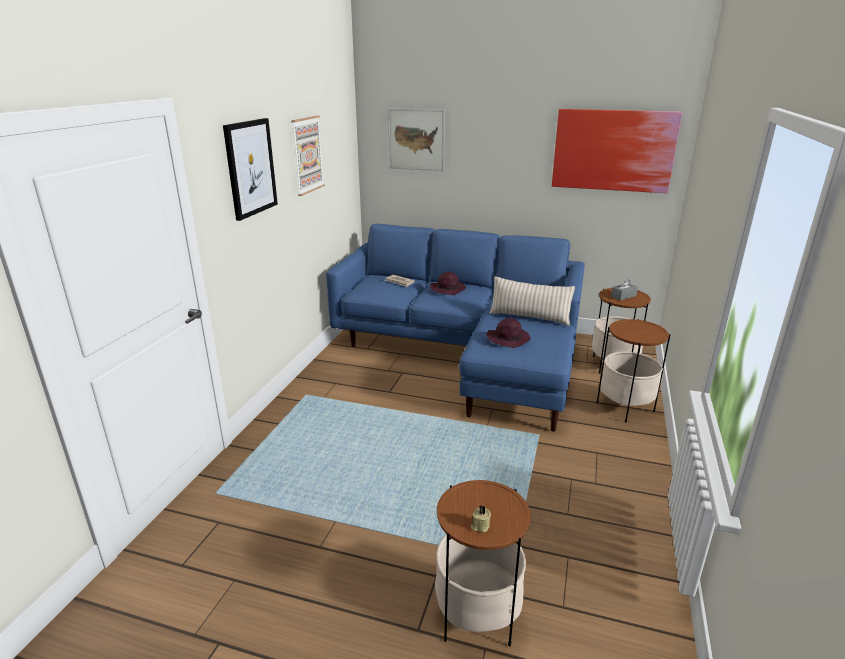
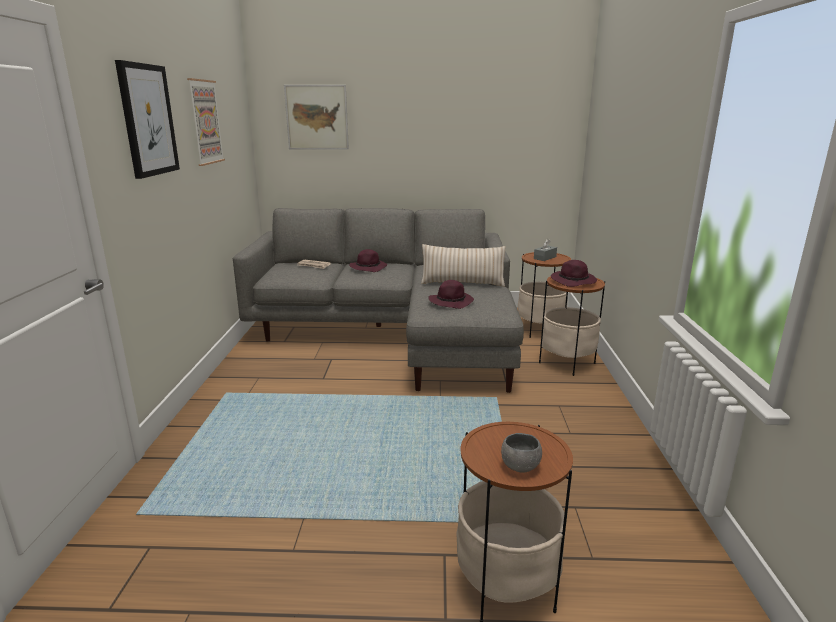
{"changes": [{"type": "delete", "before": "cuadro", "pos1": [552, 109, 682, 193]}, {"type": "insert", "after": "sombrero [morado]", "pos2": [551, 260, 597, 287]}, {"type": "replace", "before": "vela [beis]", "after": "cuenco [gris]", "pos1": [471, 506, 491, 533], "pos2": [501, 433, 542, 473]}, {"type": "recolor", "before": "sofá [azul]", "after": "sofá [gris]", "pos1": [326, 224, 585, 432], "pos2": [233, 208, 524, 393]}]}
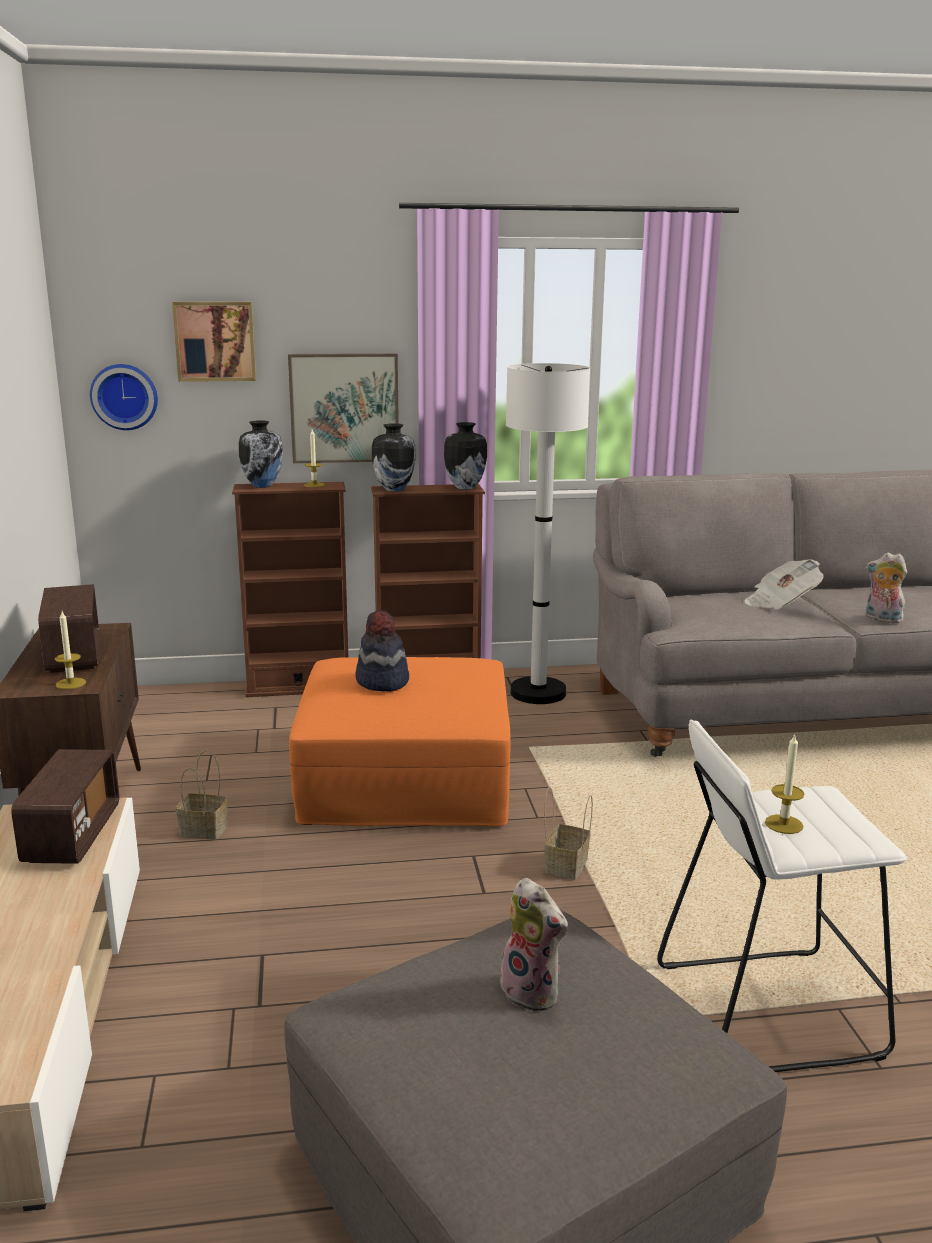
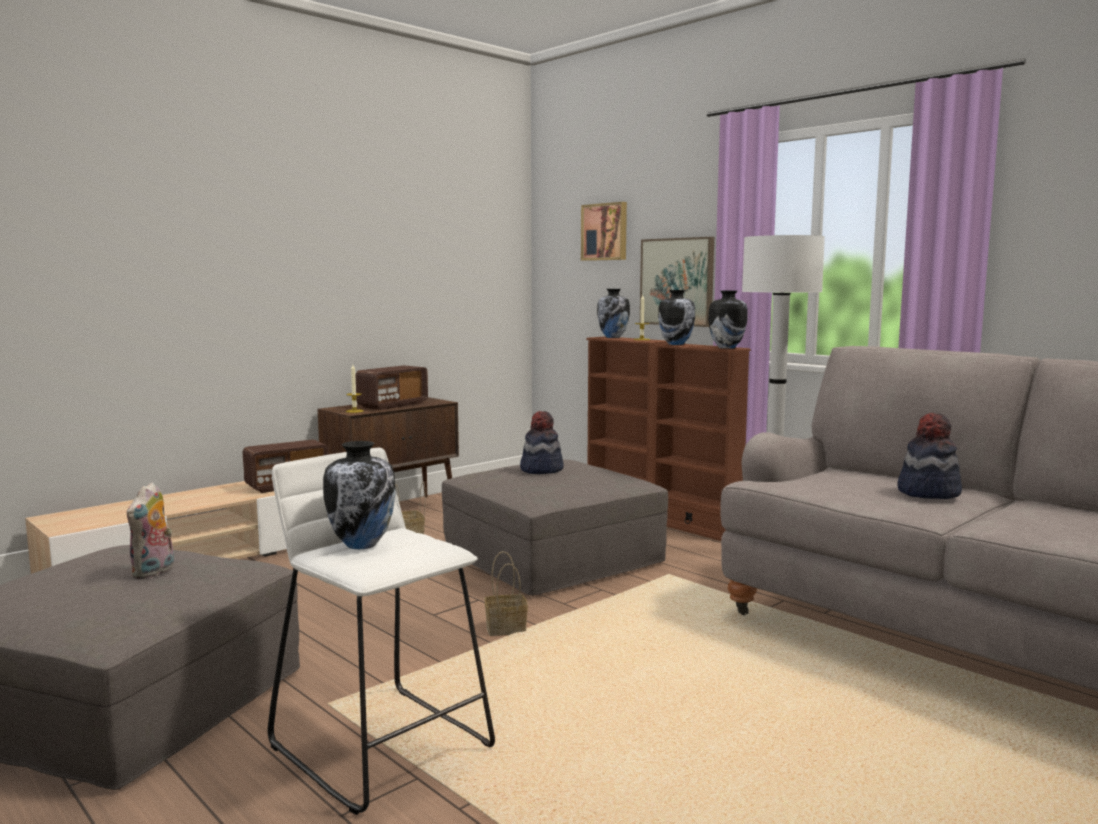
{"changes": [{"type": "delete", "before": "reloj de pared", "pos1": [90, 364, 158, 430]}, {"type": "delete", "before": "peluche", "pos1": [866, 552, 907, 624]}, {"type": "replace", "before": "periódico", "after": "sombrero", "pos1": [745, 559, 824, 609], "pos2": [897, 413, 962, 499]}, {"type": "replace", "before": "vela", "after": "florero", "pos1": [765, 734, 804, 834], "pos2": [323, 441, 396, 549]}, {"type": "recolor", "before": "puf [naranja]", "after": "puf [gris]", "pos1": [289, 657, 511, 826], "pos2": [442, 460, 668, 596]}]}
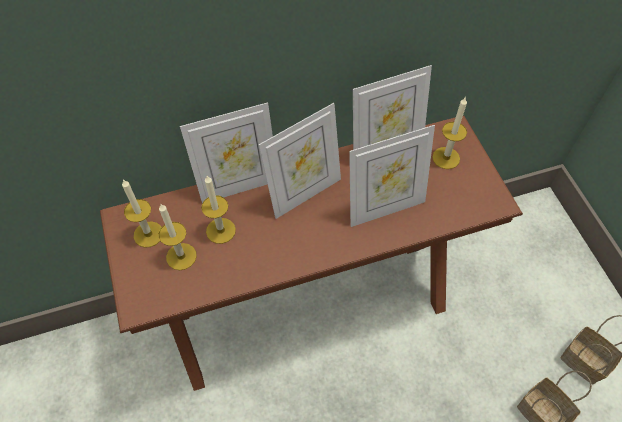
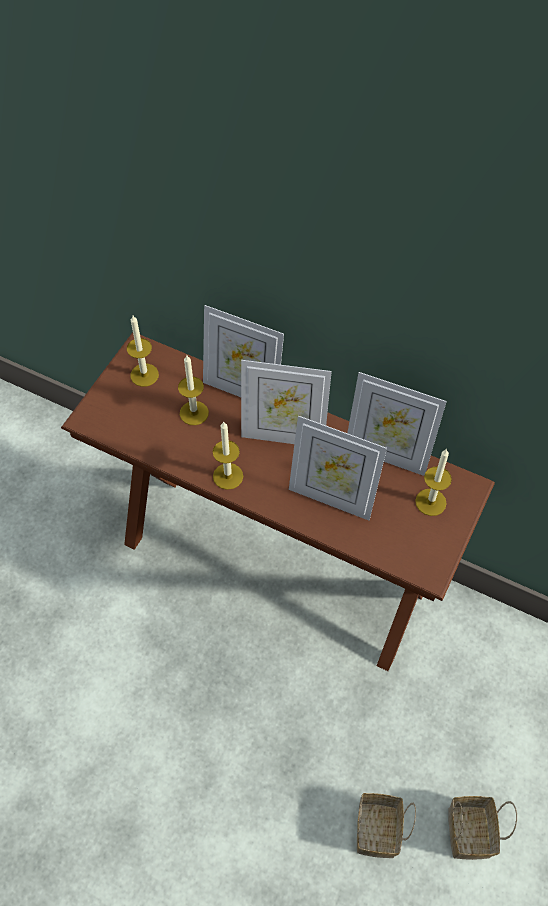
{"changes": [{"type": "move", "before": "vela", "pos1": [159, 203, 197, 270], "pos2": [213, 421, 243, 490]}]}
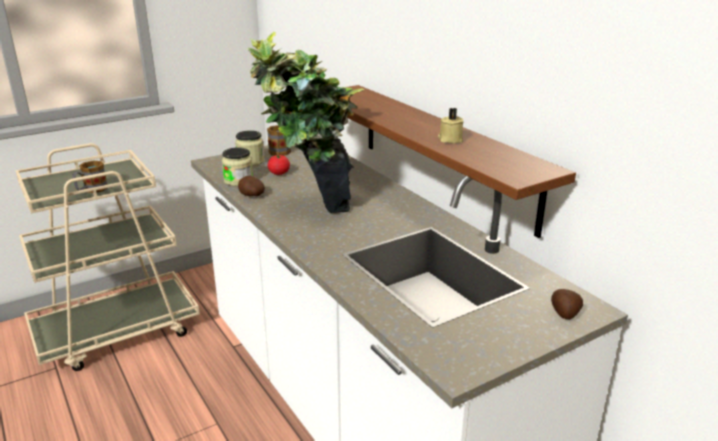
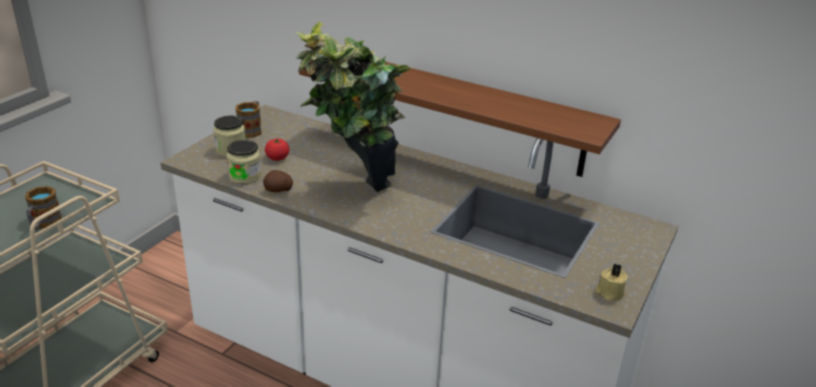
{"changes": [{"type": "delete", "before": "patata", "pos1": [551, 289, 583, 320]}, {"type": "move", "before": "vela [beis]", "pos1": [438, 108, 464, 143], "pos2": [595, 264, 628, 301]}]}
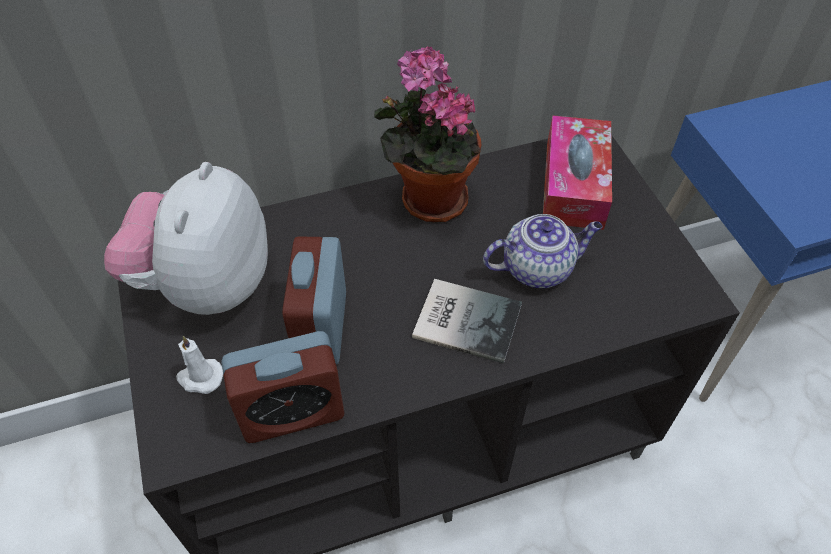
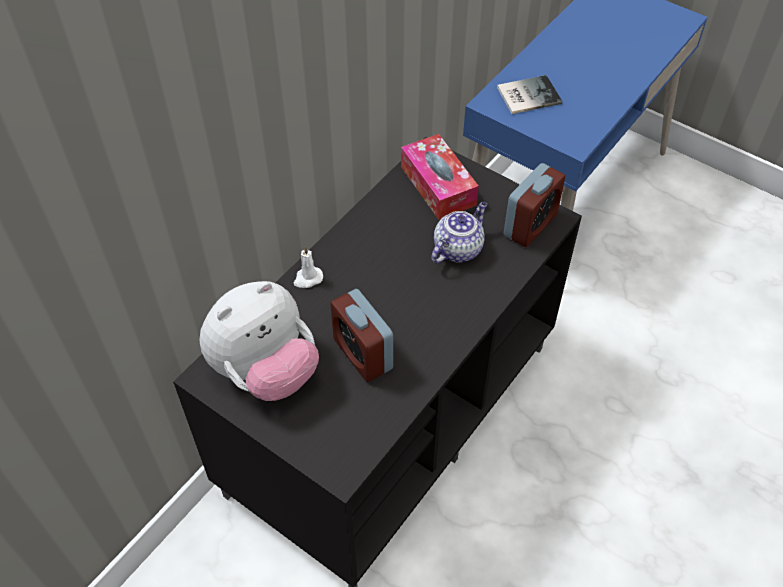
{"changes": [{"type": "delete", "before": "planta en maceta", "pos1": [374, 46, 481, 222]}, {"type": "move", "before": "vela [blanco]", "pos1": [176, 336, 223, 394], "pos2": [294, 246, 323, 288]}, {"type": "move", "before": "despertador", "pos1": [221, 331, 344, 443], "pos2": [503, 163, 565, 247]}, {"type": "move", "before": "libro", "pos1": [412, 279, 522, 364], "pos2": [497, 75, 562, 114]}, {"type": "rotate", "before": "peluche", "pos1": [104, 162, 268, 315], "pos2": [199, 281, 319, 401], "turn": -105}]}
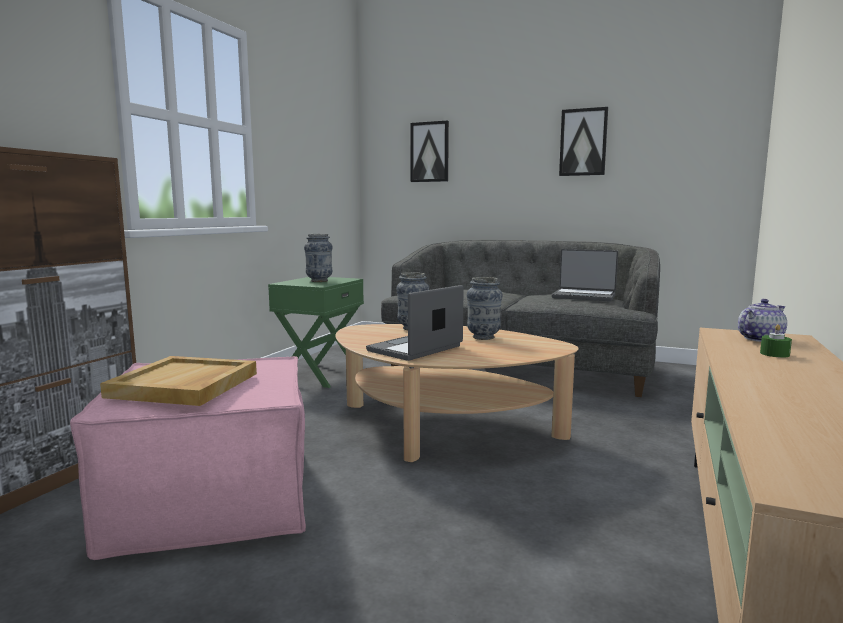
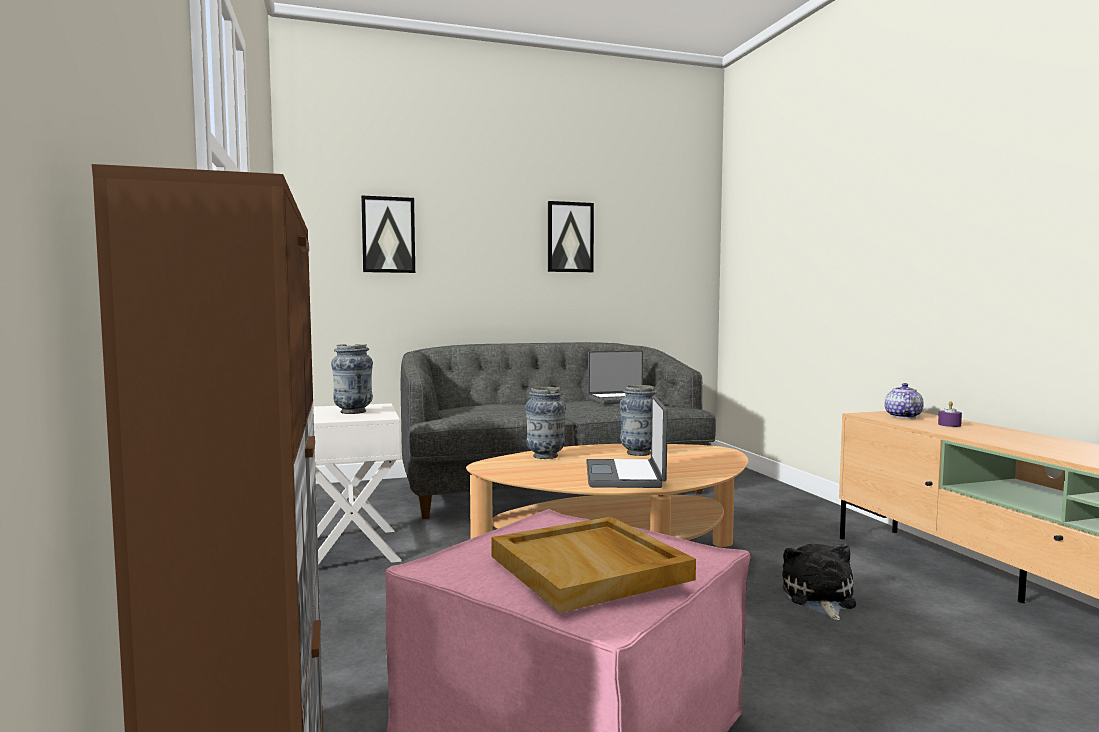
{"changes": [{"type": "insert", "after": "peluche", "pos2": [782, 544, 856, 620]}, {"type": "recolor", "before": "mesita de noche [verde]", "after": "mesita de noche [blanco]", "pos1": [268, 277, 364, 388], "pos2": [313, 403, 402, 565]}, {"type": "recolor", "before": "vela [verde]", "after": "vela [morado]", "pos1": [760, 324, 792, 358], "pos2": [938, 401, 962, 427]}]}
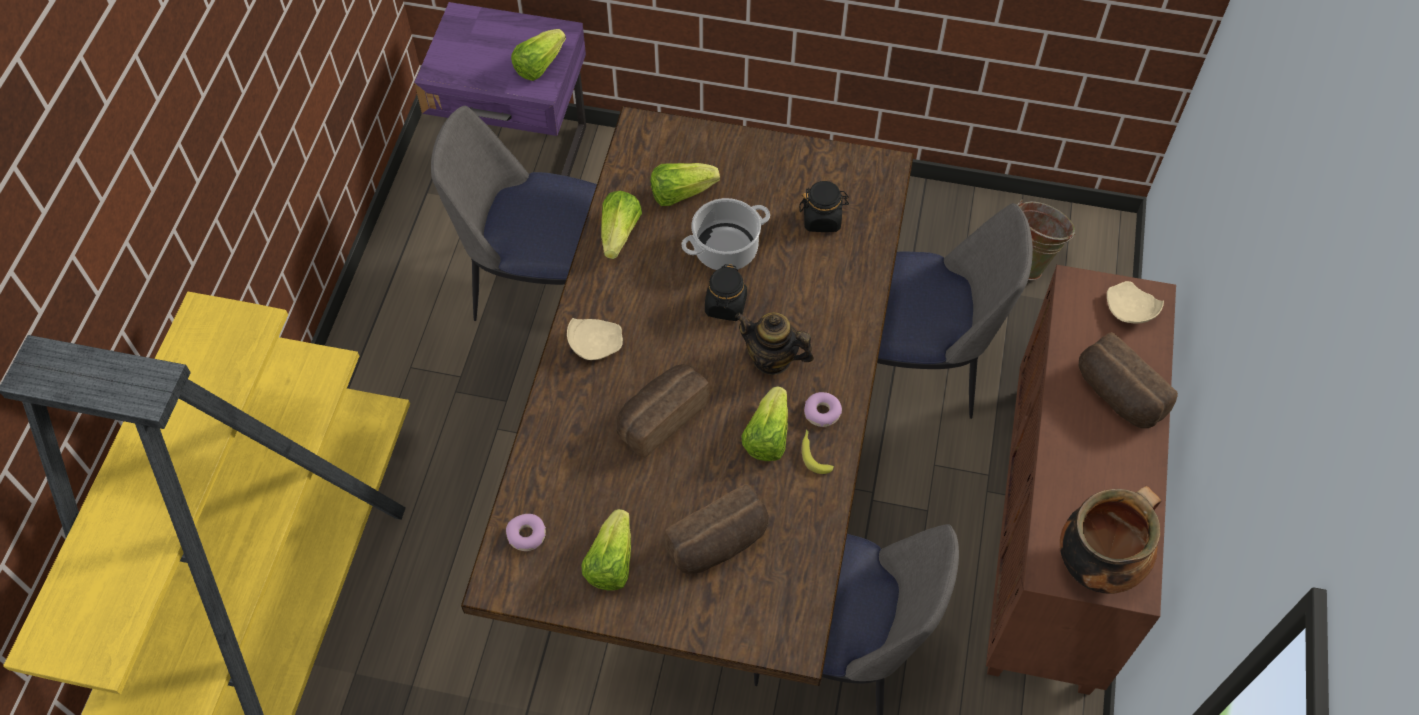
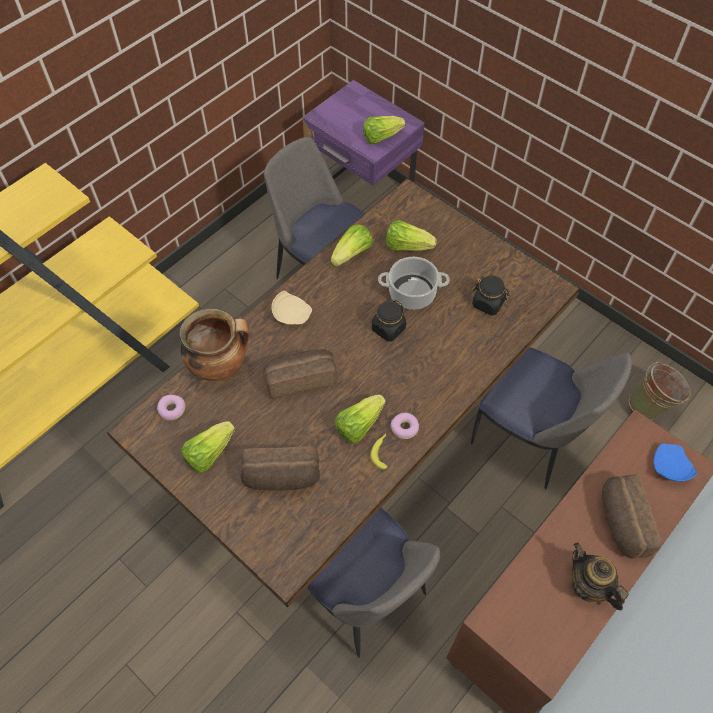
{"changes": [{"type": "move", "before": "tetera", "pos1": [735, 312, 814, 375], "pos2": [571, 543, 628, 610]}, {"type": "move", "before": "olla", "pos1": [1060, 486, 1161, 594], "pos2": [179, 309, 250, 381]}, {"type": "recolor", "before": "plato [beis]", "after": "plato [azul]", "pos1": [1107, 281, 1164, 324], "pos2": [654, 443, 698, 482]}]}
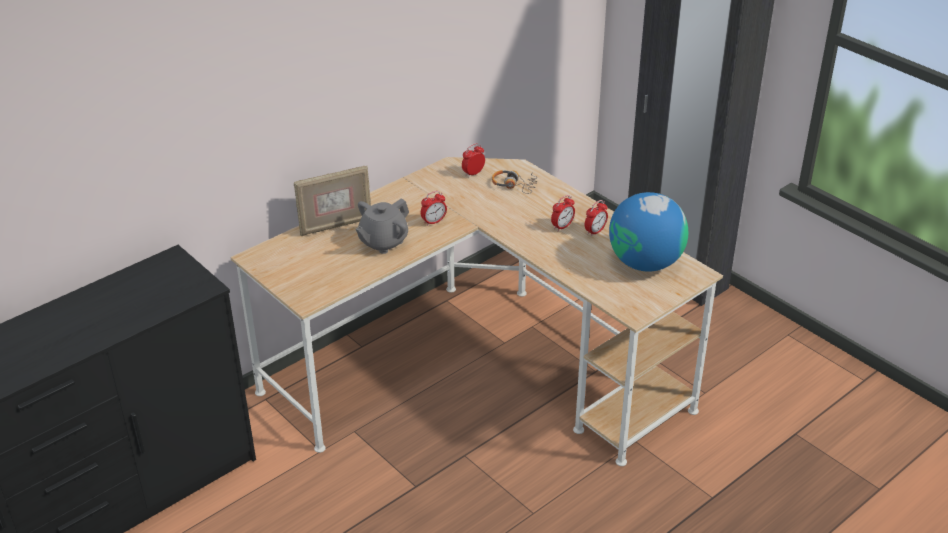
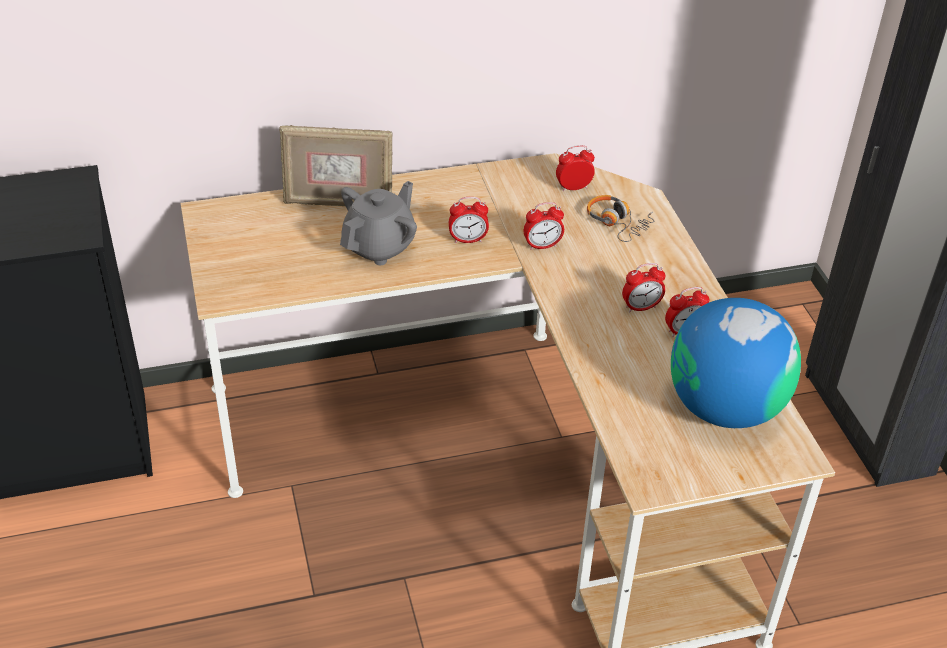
{"changes": [{"type": "insert", "after": "despertador", "pos2": [524, 202, 564, 250]}, {"type": "rotate", "before": "tetera [gris]", "pos1": [356, 199, 409, 254], "pos2": [340, 181, 417, 265], "turn": 150}]}
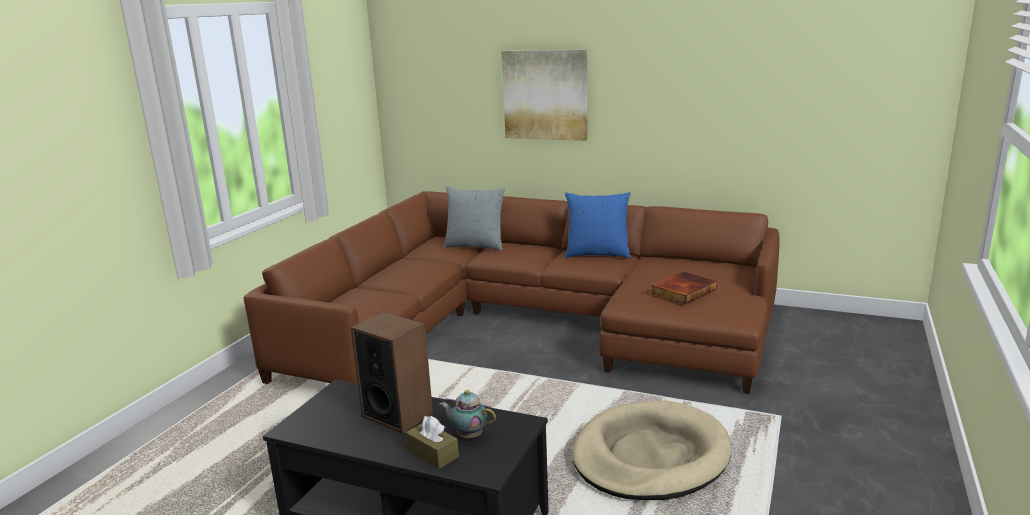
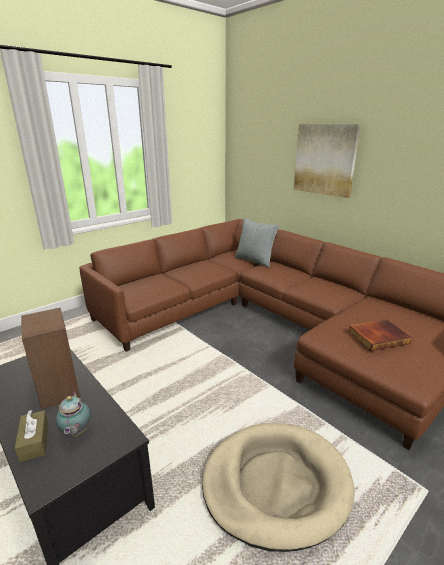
{"changes": [{"type": "delete", "before": "cojín [azul]", "pos1": [565, 192, 631, 258]}, {"type": "rotate", "before": "tetera", "pos1": [439, 390, 496, 438], "pos2": [56, 392, 91, 437], "turn": -150}]}
